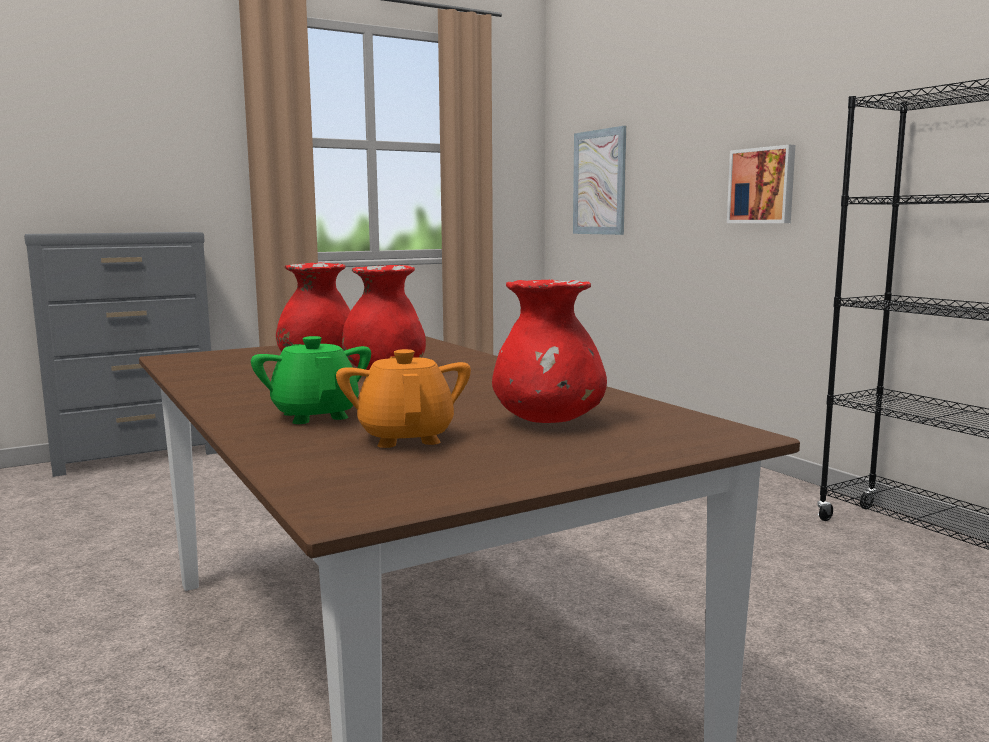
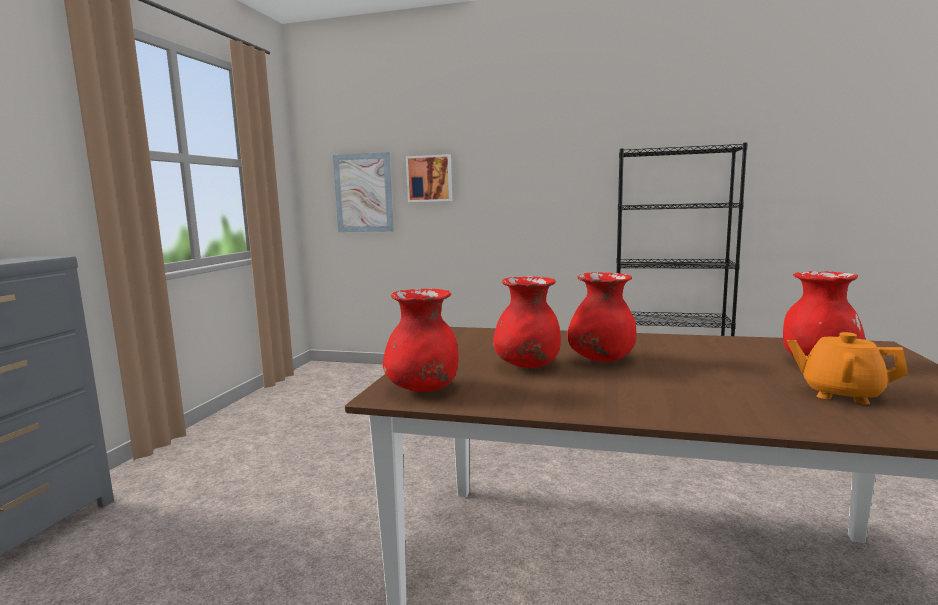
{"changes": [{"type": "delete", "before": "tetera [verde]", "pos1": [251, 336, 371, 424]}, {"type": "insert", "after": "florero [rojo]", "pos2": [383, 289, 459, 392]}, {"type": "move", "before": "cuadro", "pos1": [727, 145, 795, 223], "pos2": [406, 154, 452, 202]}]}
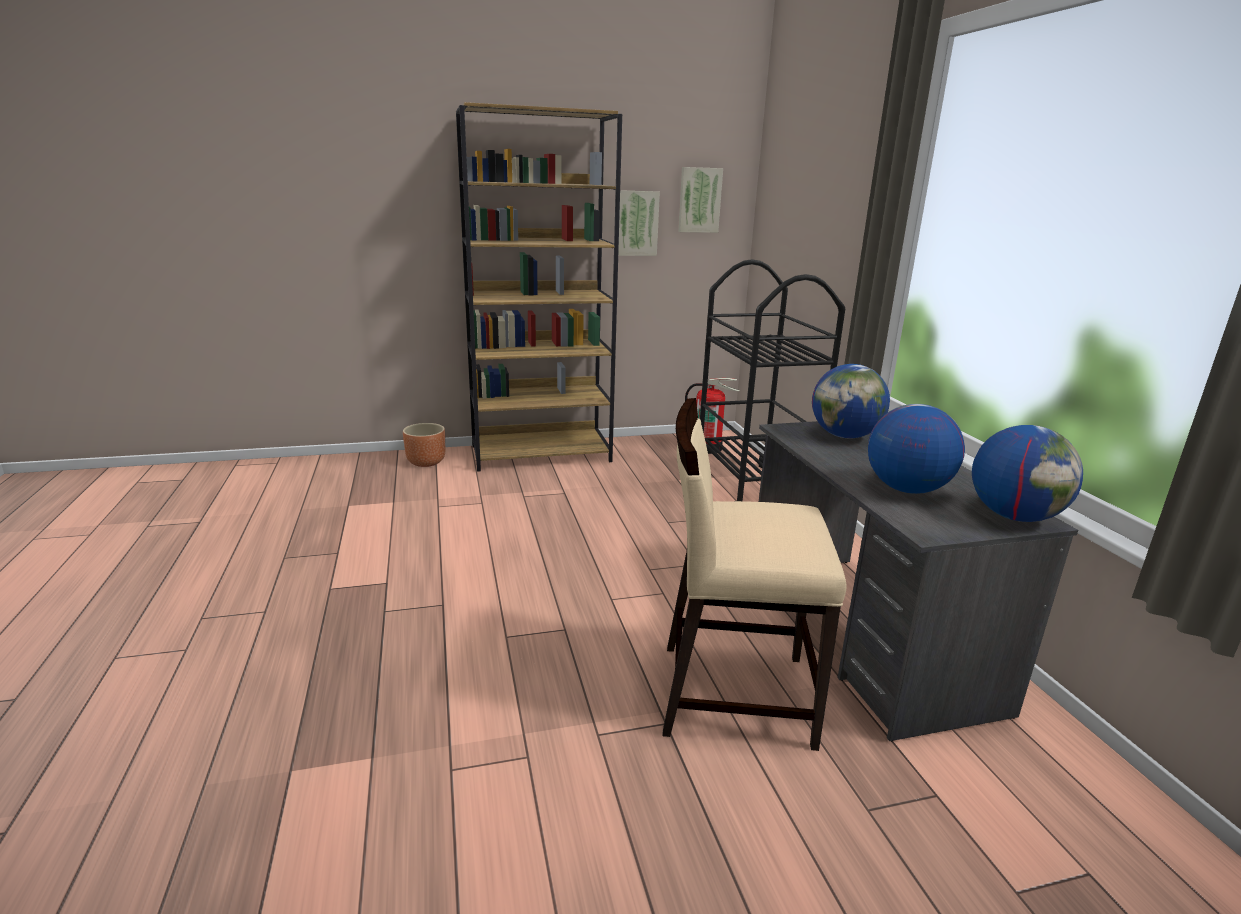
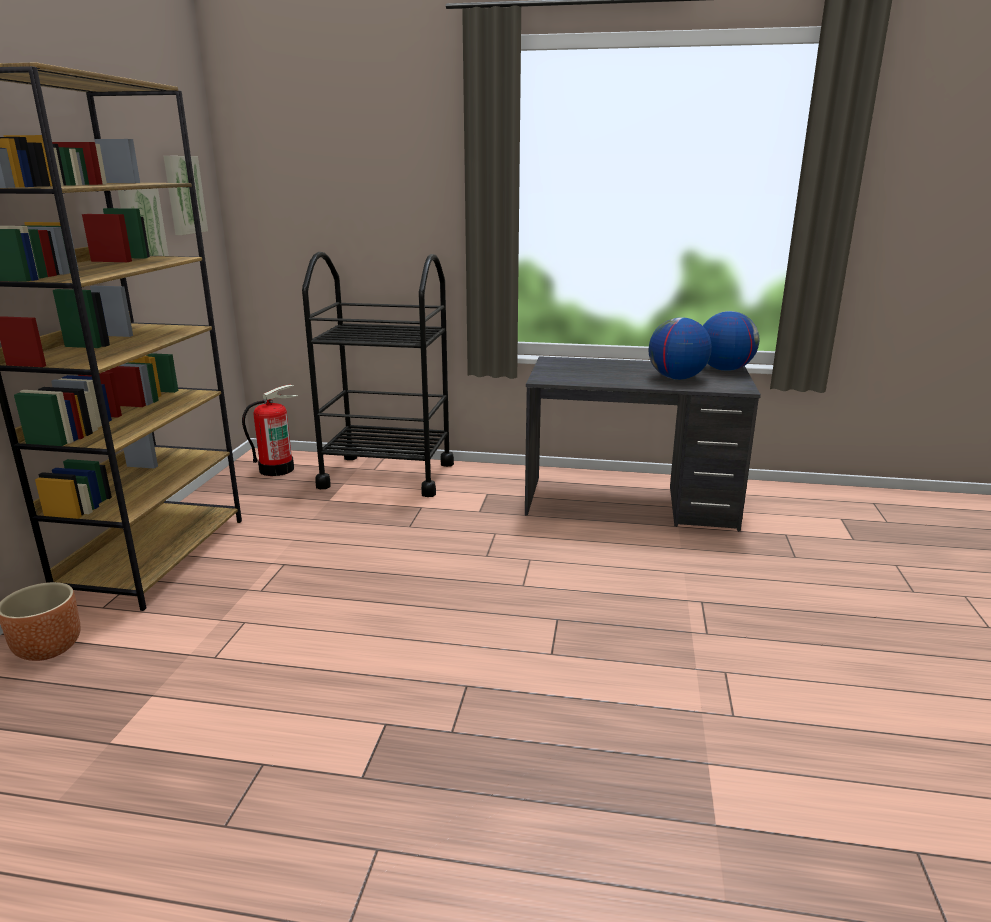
{"changes": [{"type": "delete", "before": "silla [beis]", "pos1": [662, 398, 846, 751]}, {"type": "delete", "before": "globo terráqueo", "pos1": [812, 364, 890, 438]}]}
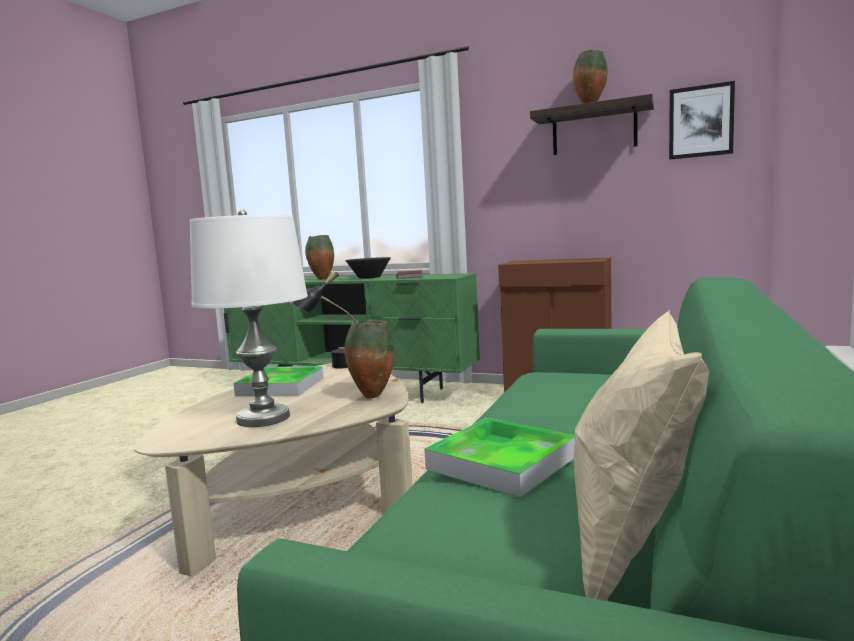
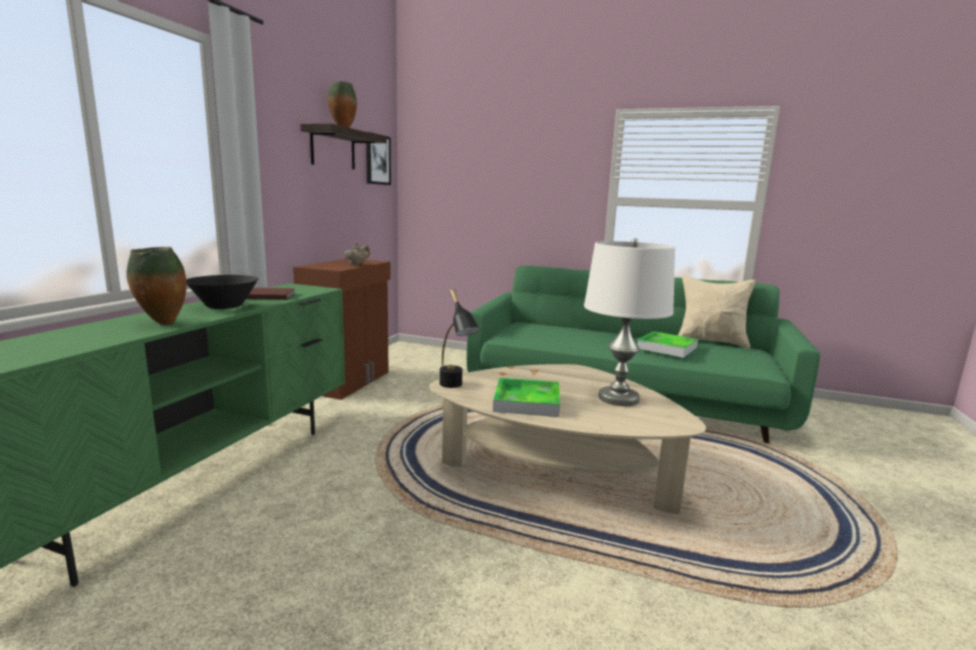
{"changes": [{"type": "delete", "before": "florero", "pos1": [345, 320, 394, 398]}, {"type": "insert", "after": "tetera [beis]", "pos2": [344, 243, 370, 265]}]}
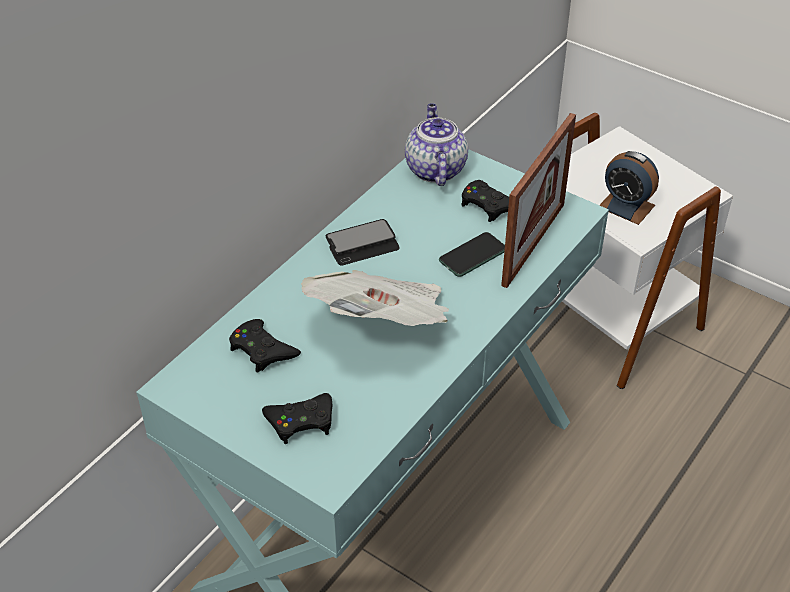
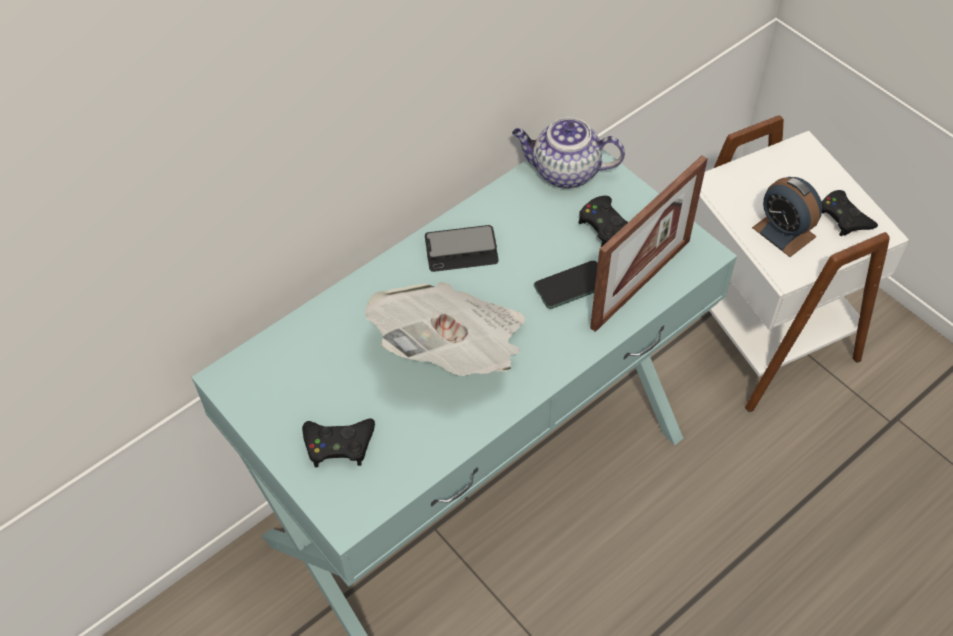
{"changes": [{"type": "move", "before": "mando de consola [negro]", "pos1": [229, 319, 301, 373], "pos2": [822, 190, 878, 236]}, {"type": "rotate", "before": "tetera", "pos1": [405, 103, 468, 186], "pos2": [512, 117, 625, 189], "turn": -90}]}
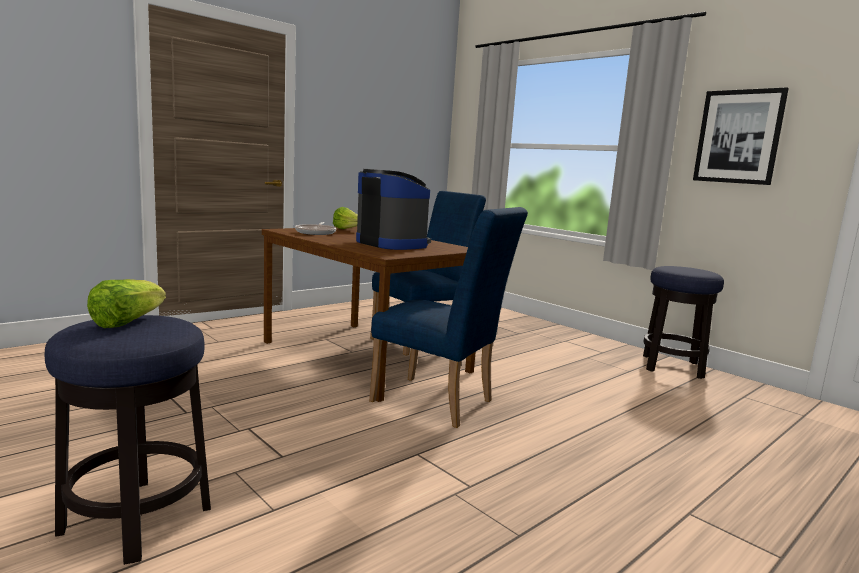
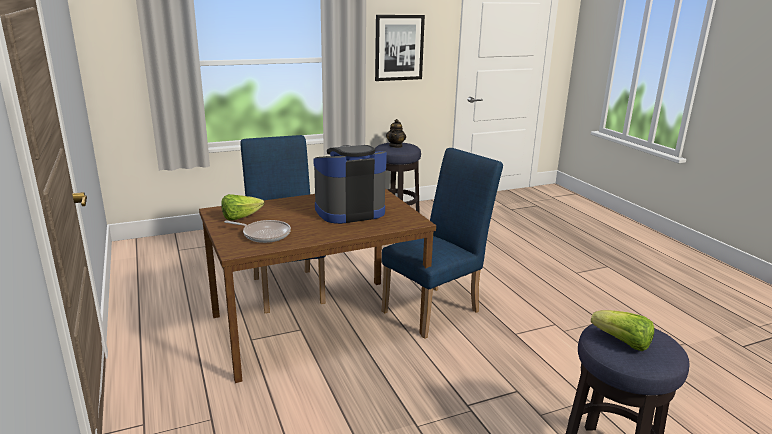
{"changes": [{"type": "insert", "after": "tetera", "pos2": [386, 119, 406, 148]}]}
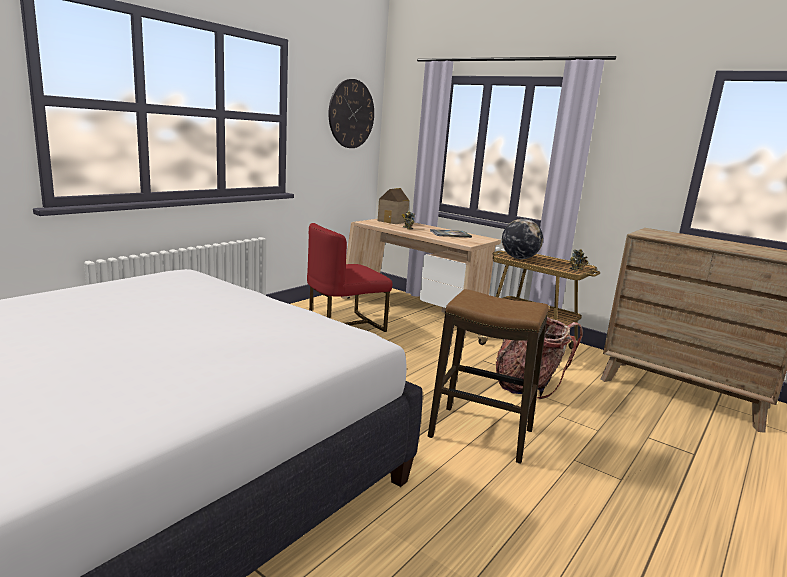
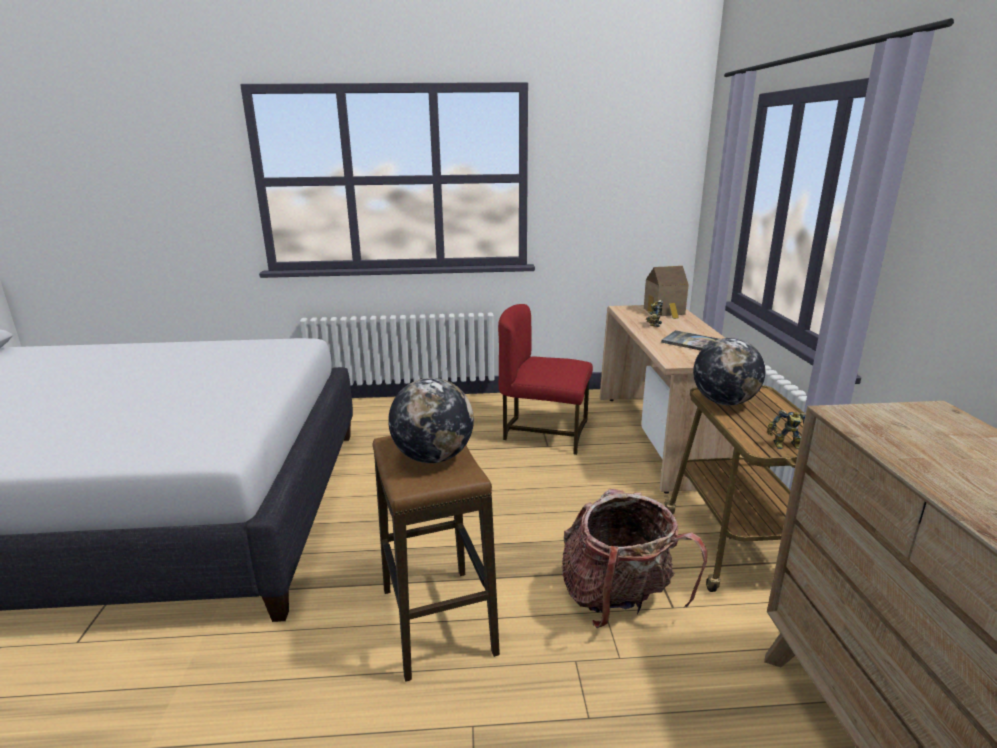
{"changes": [{"type": "delete", "before": "reloj de pared", "pos1": [329, 79, 374, 148]}, {"type": "insert", "after": "globo terráqueo", "pos2": [388, 378, 474, 463]}]}
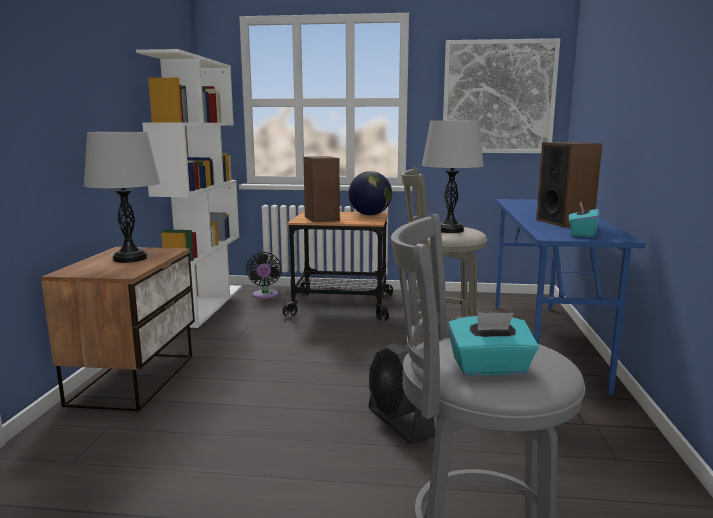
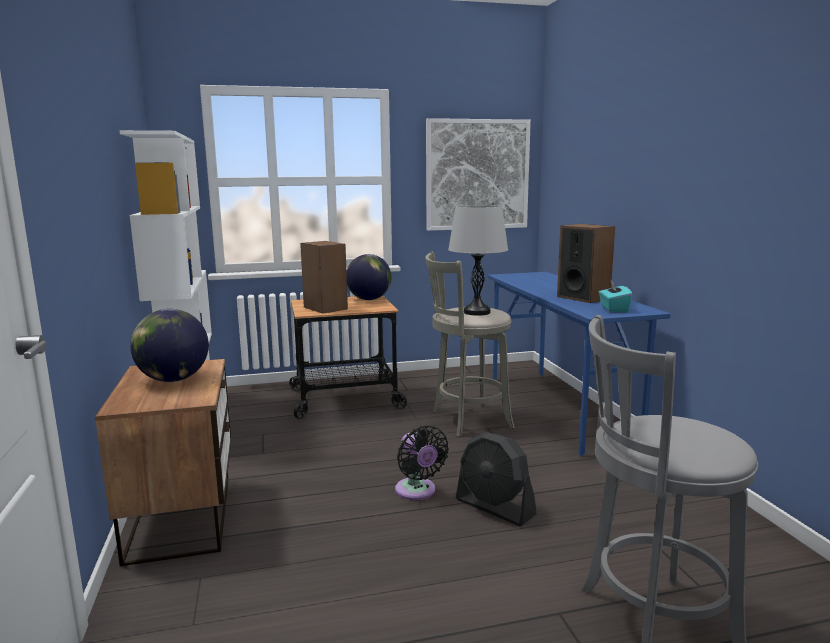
{"changes": [{"type": "delete", "before": "caja de pañuelos [turquesa]", "pos1": [448, 312, 539, 376]}, {"type": "move", "before": "ventilador [negro]", "pos1": [246, 252, 282, 299], "pos2": [395, 425, 449, 500]}, {"type": "replace", "before": "lámpara de mesa [gris]", "after": "globo terráqueo", "pos1": [84, 132, 160, 263], "pos2": [130, 309, 209, 382]}]}
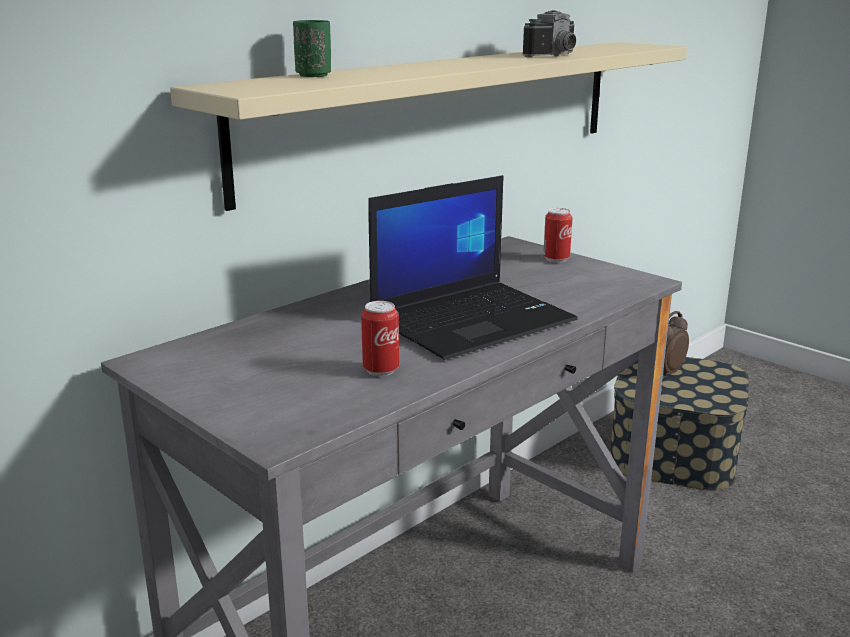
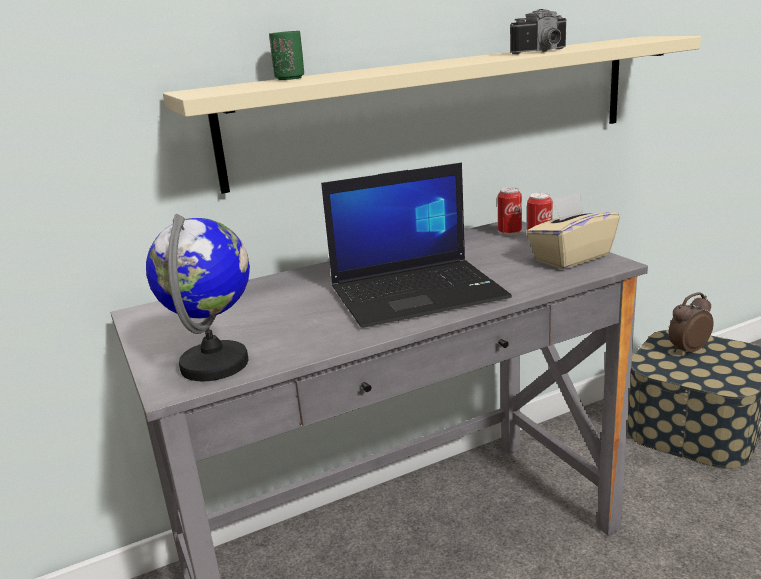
{"changes": [{"type": "insert", "after": "globo terráqueo", "pos2": [146, 214, 250, 381]}, {"type": "insert", "after": "caja de pañuelos [beis]", "pos2": [526, 192, 620, 270]}, {"type": "move", "before": "lata", "pos1": [361, 301, 399, 376], "pos2": [498, 187, 522, 236]}]}
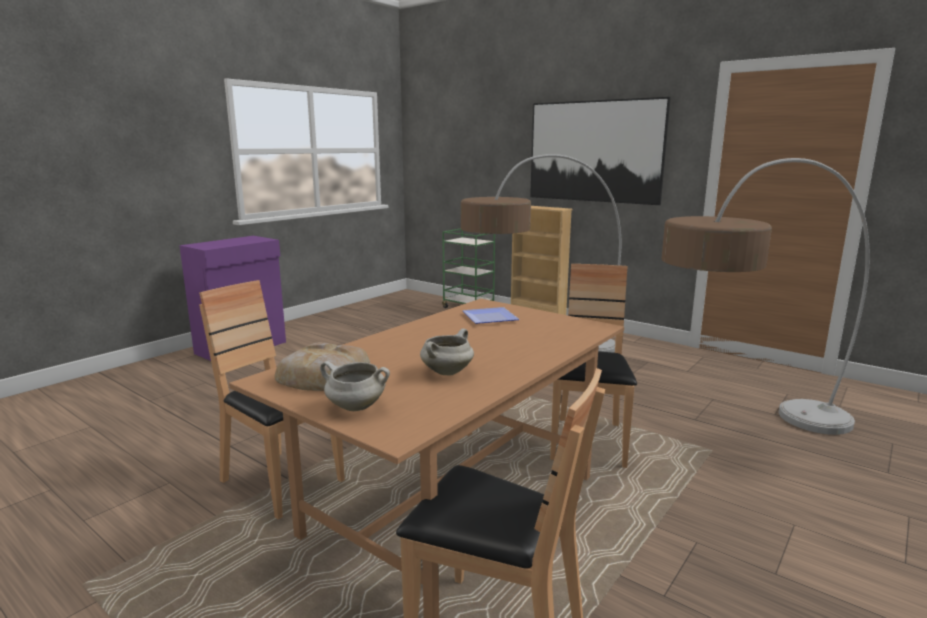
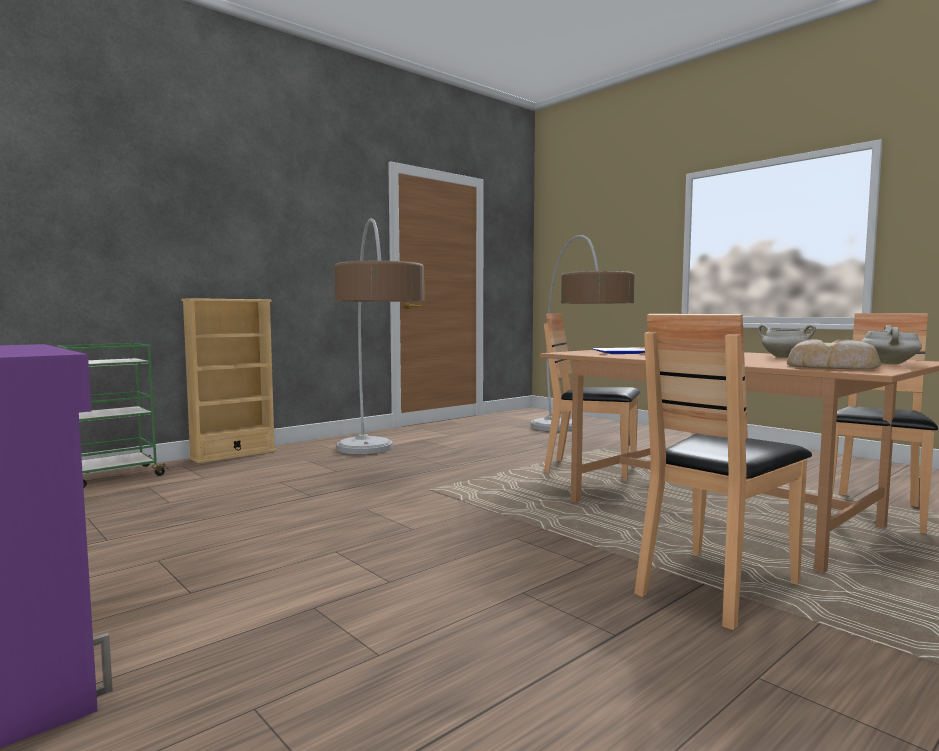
{"changes": [{"type": "delete", "before": "cuadro", "pos1": [530, 97, 671, 205]}]}
